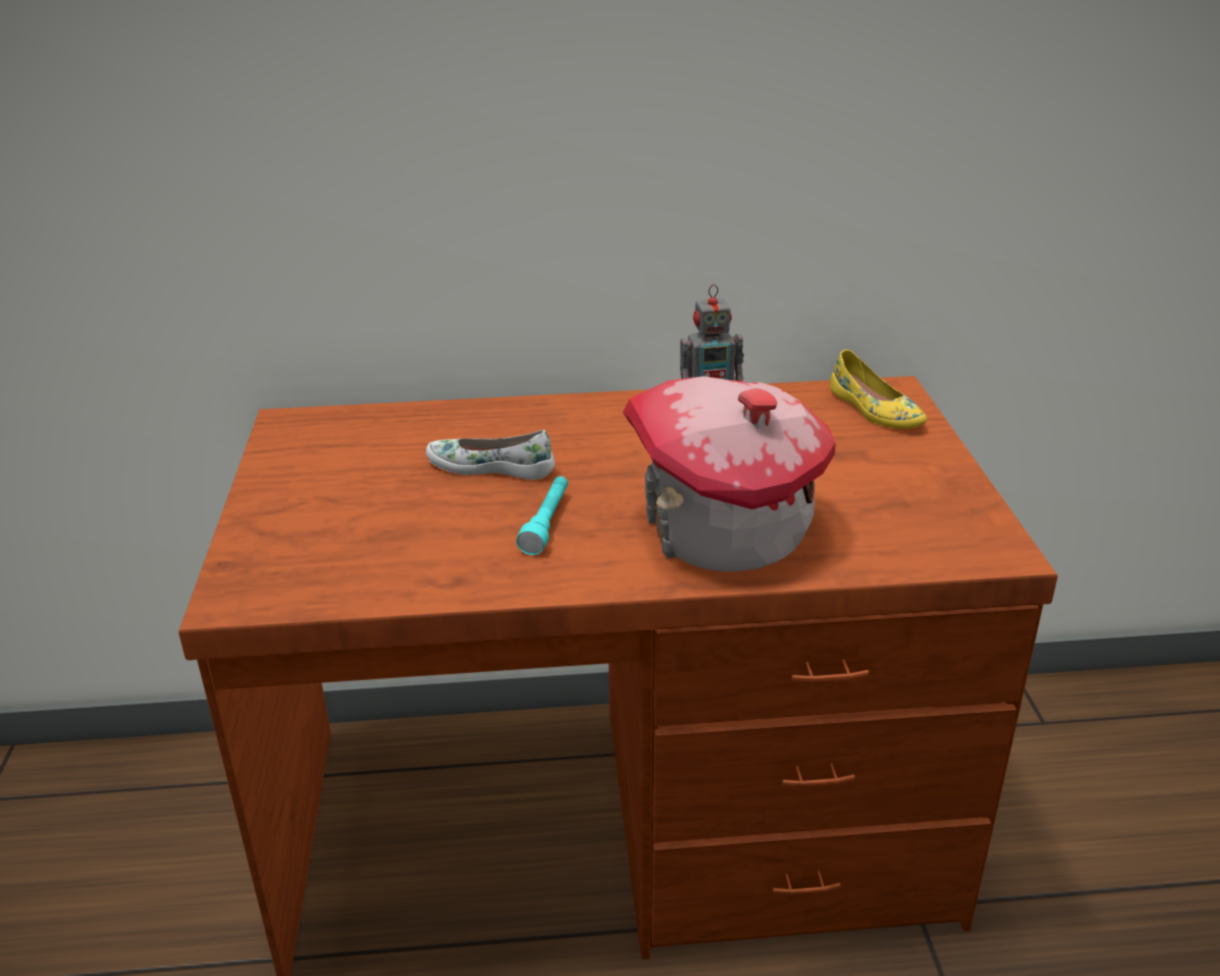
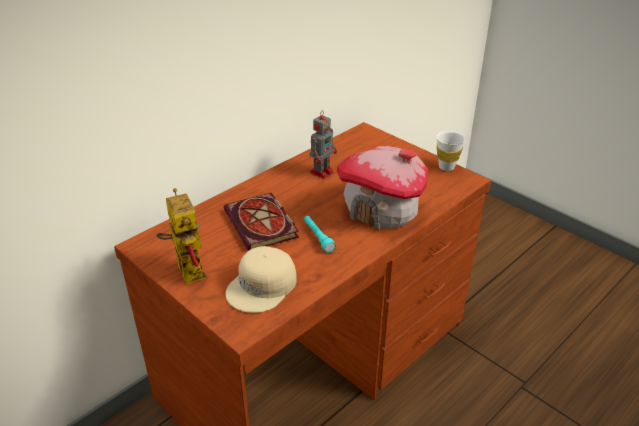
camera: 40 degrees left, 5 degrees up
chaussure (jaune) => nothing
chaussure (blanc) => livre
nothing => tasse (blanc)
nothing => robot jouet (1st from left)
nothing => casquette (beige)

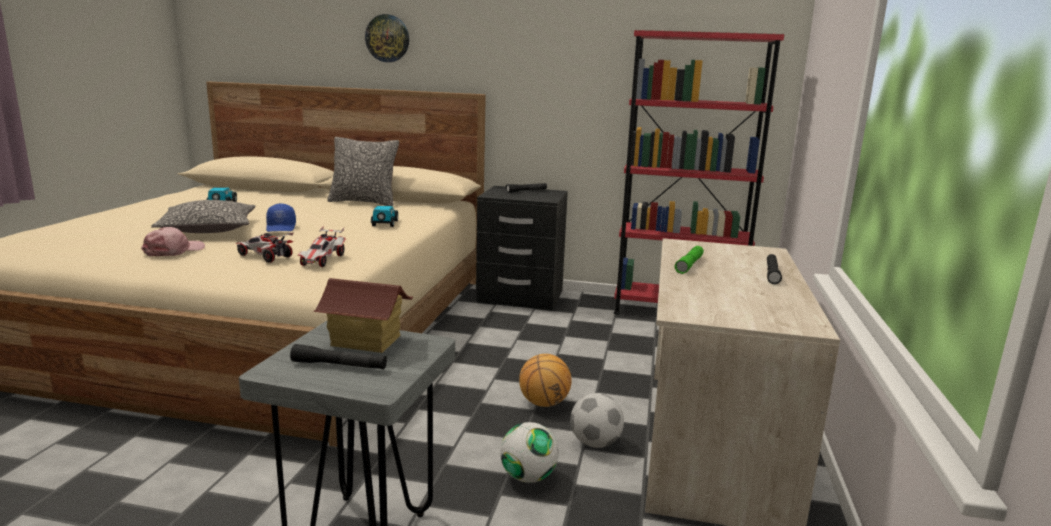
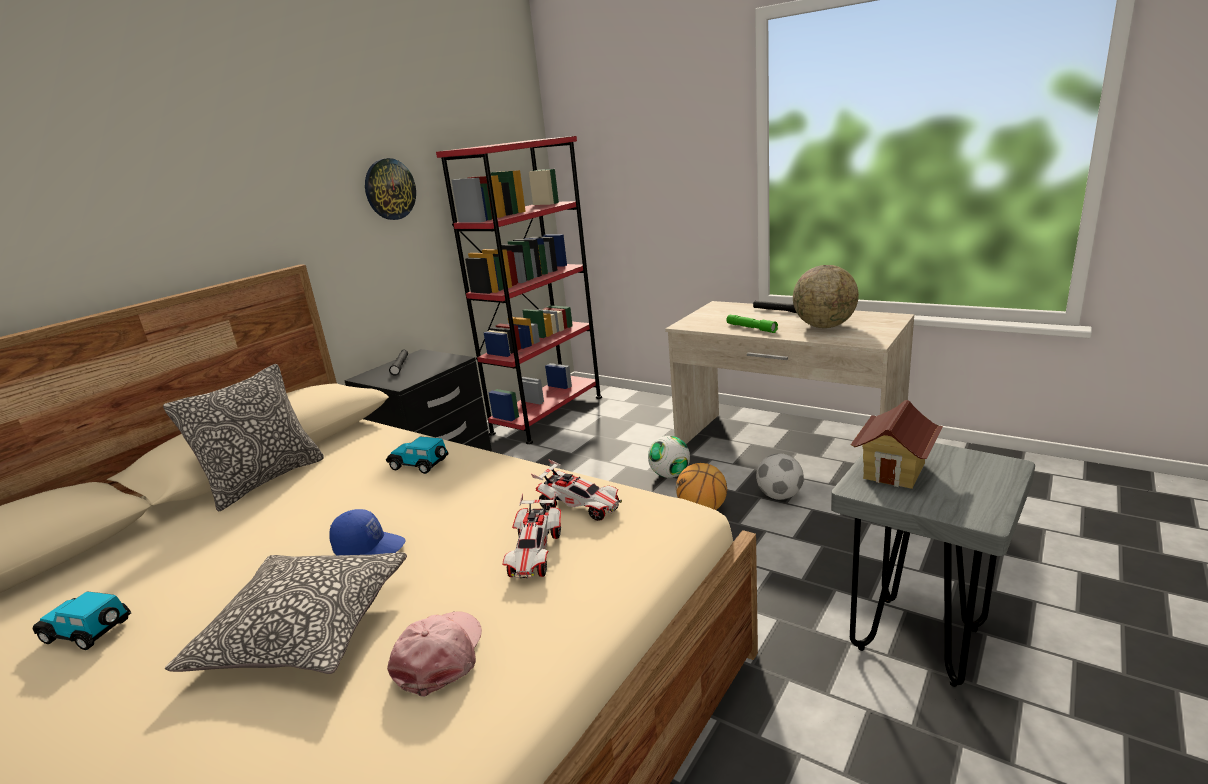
camera: 65 degrees left, 5 degrees up
horloge murale, move
casquette (rose), 45 degrees clockwise
petite voiture (2nd from left in the first image) => petite voiture (3rd from left), 45 degrees counterclockwise
lampe de poche (noir) (1st from left) => nothing
ballon de foot (1st from left), move
nothing => globe

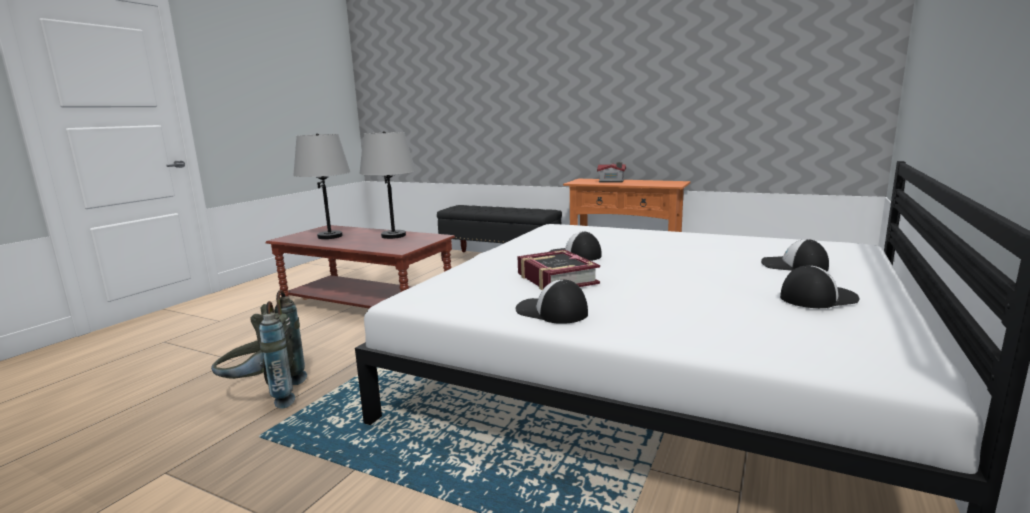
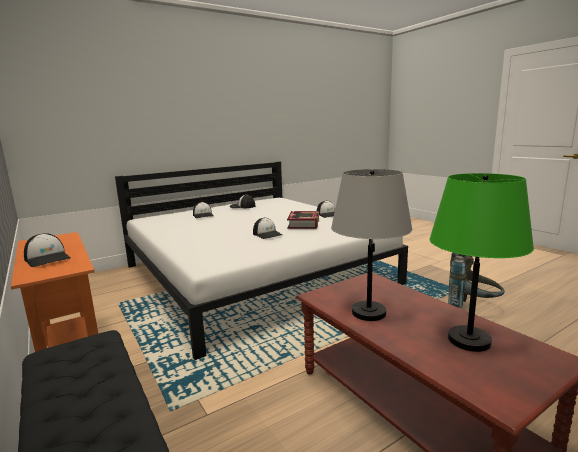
camera: 150 degrees left, 0 degrees up
lampe de table (gris) (1st from left) => lampe de table (vert)
maison miniature => casquette (1st from left)

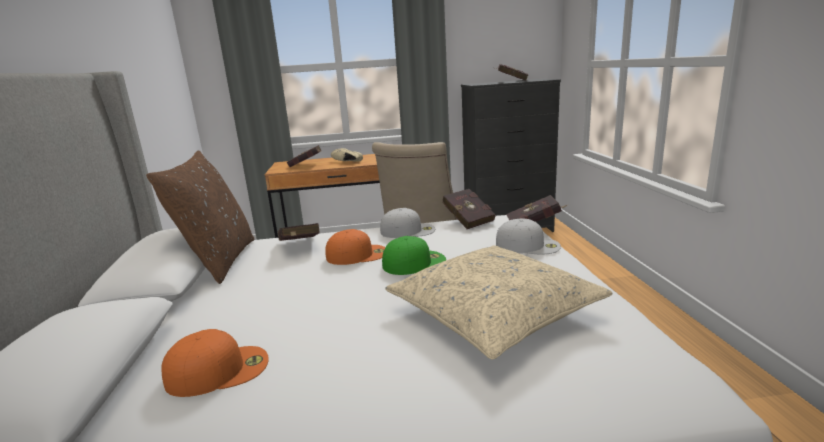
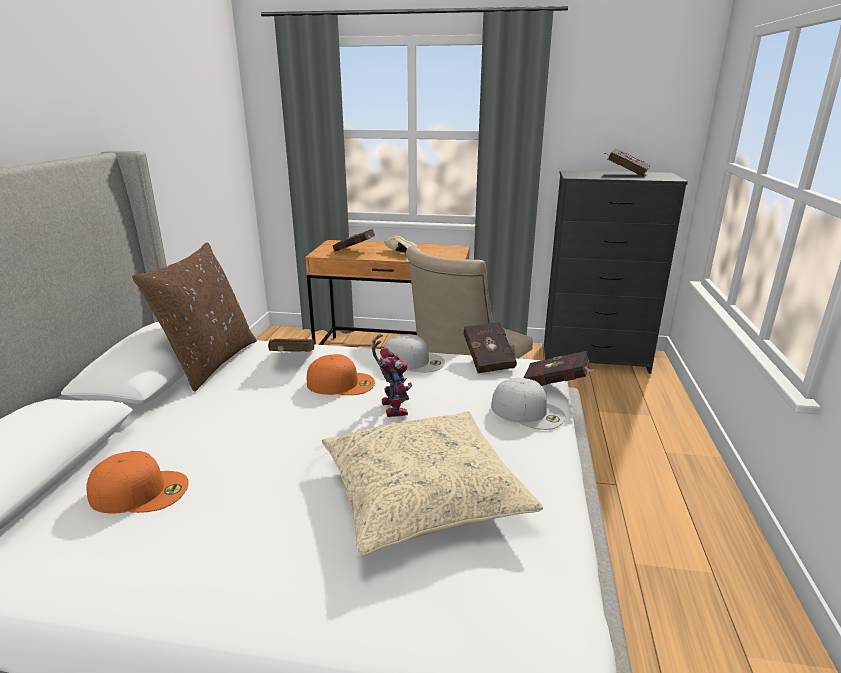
camera: 15 degrees right, 5 degrees up
casquette (vert) => robot jouet

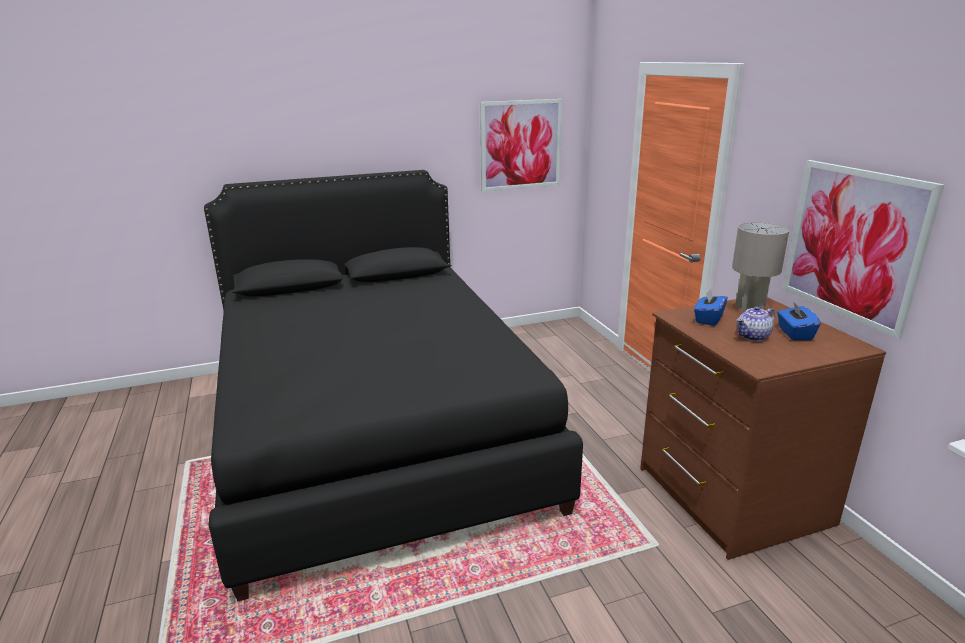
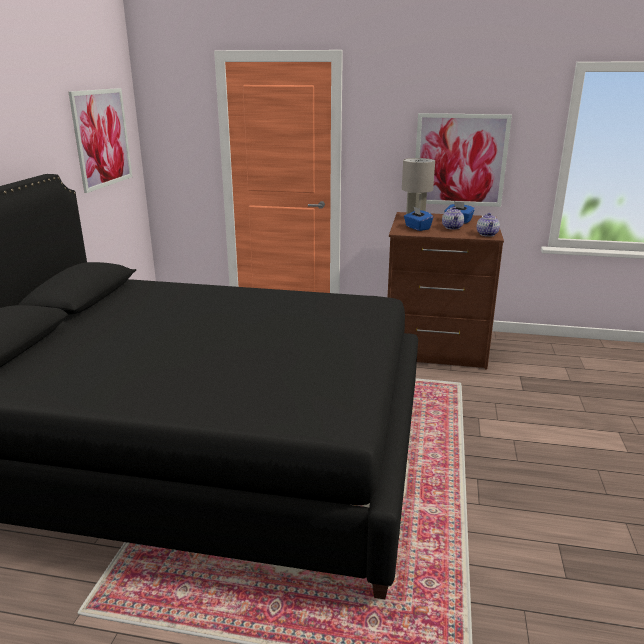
camera: 60 degrees left, 0 degrees up
nothing => théière (2nd from left)

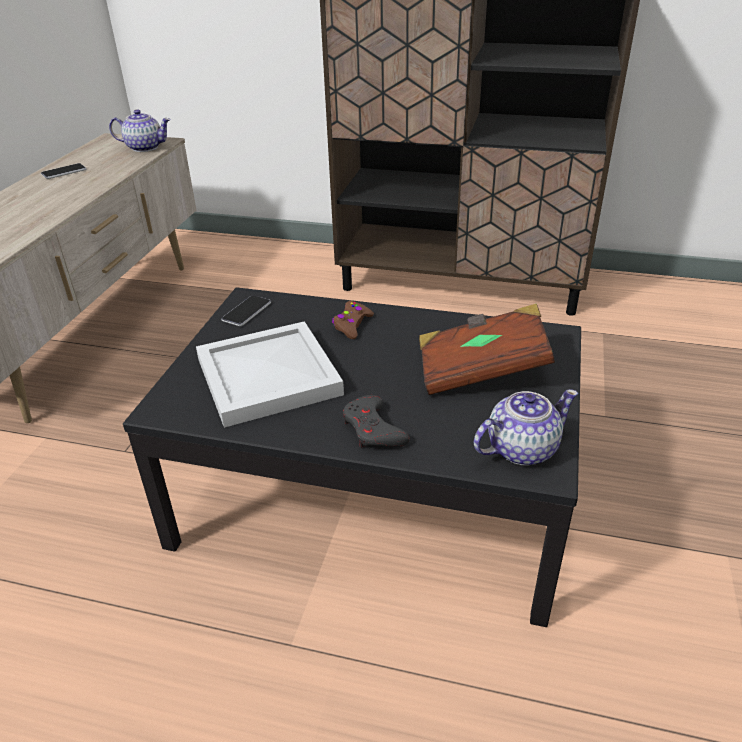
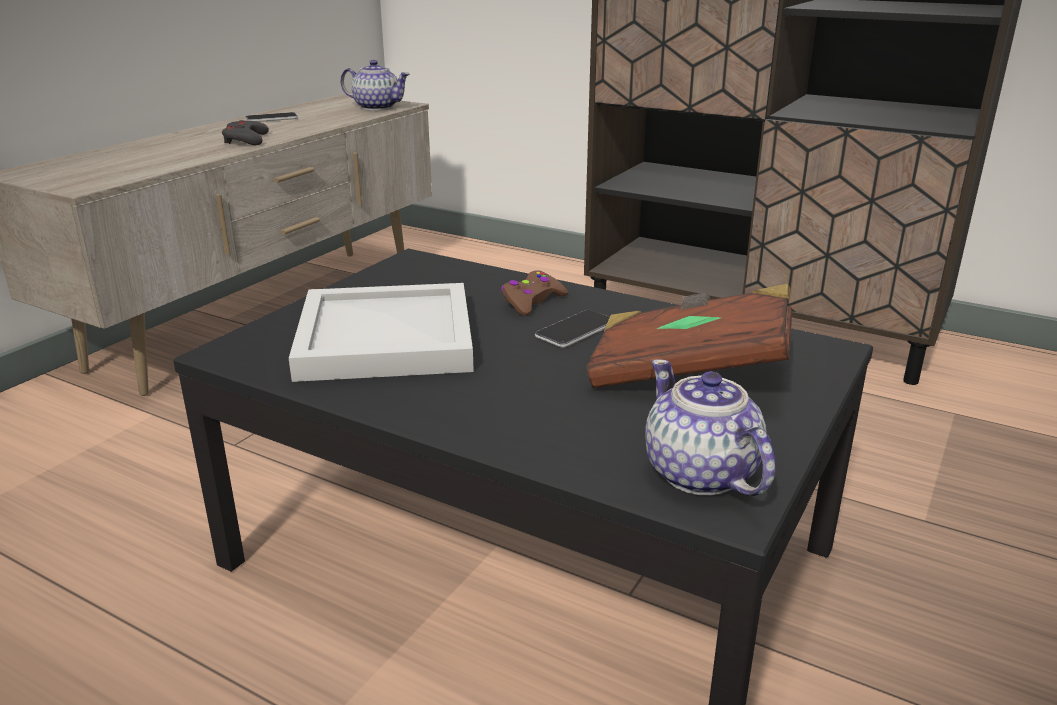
camera: 15 degrees right, 10 degrees down
téléphone (2nd from left), move
théière (2nd from left), 105 degrees counterclockwise
manette (gris), move

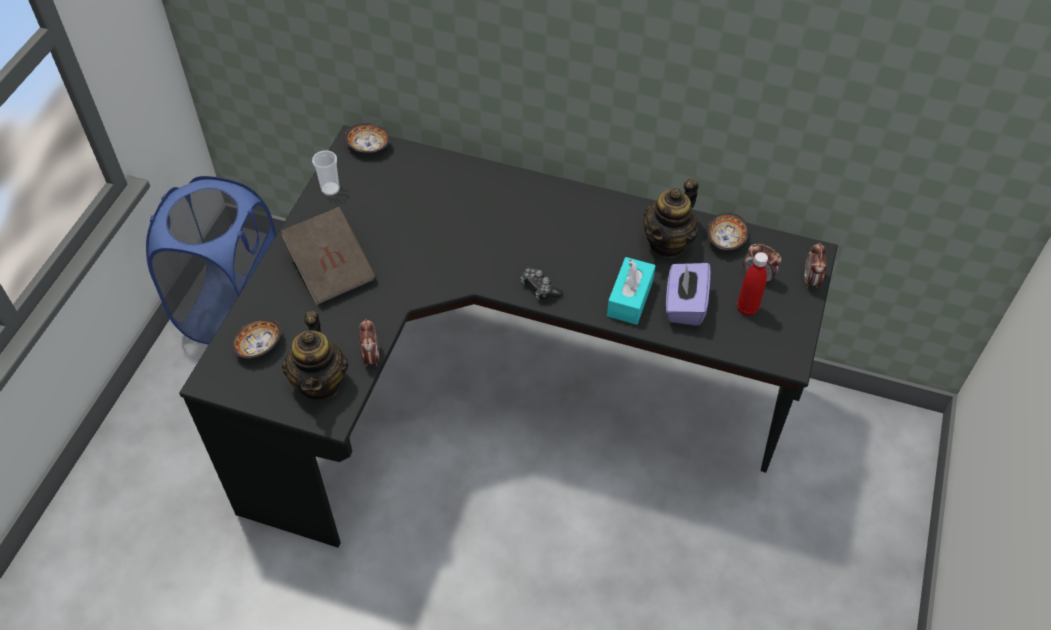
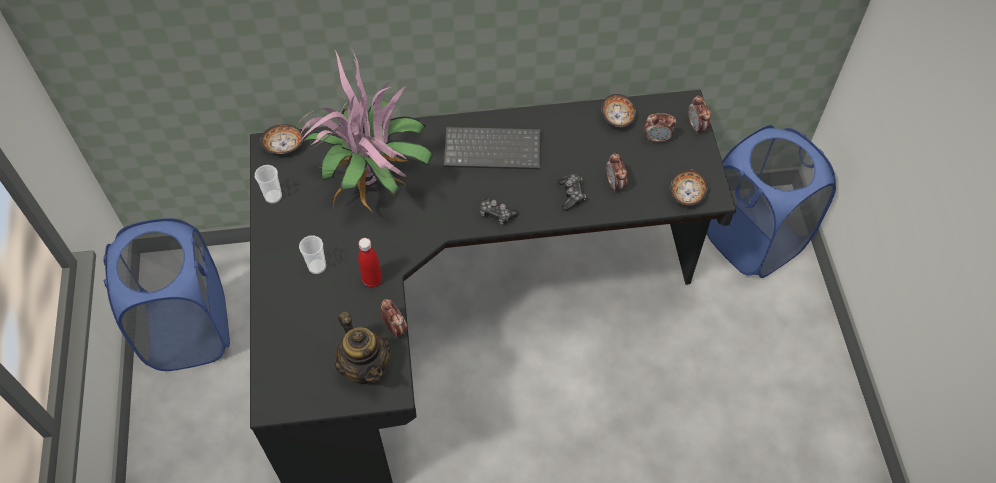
camera: 25 degrees left, 5 degrees up
théière (2nd from left) => nothing
livre (marron) => tasse (2nd from left)
bouteille (rouge), move
boîte à mouchoirs (turquoise) => manette (2nd from left)
boîte à mouchoirs (violet) => réveil (2nd from left)
bol (1st from left in the first image) => bol (3rd from left), move
nothing => plante en pot
nothing => panier à linge (bleu) (2nd from left)
nothing => clavier

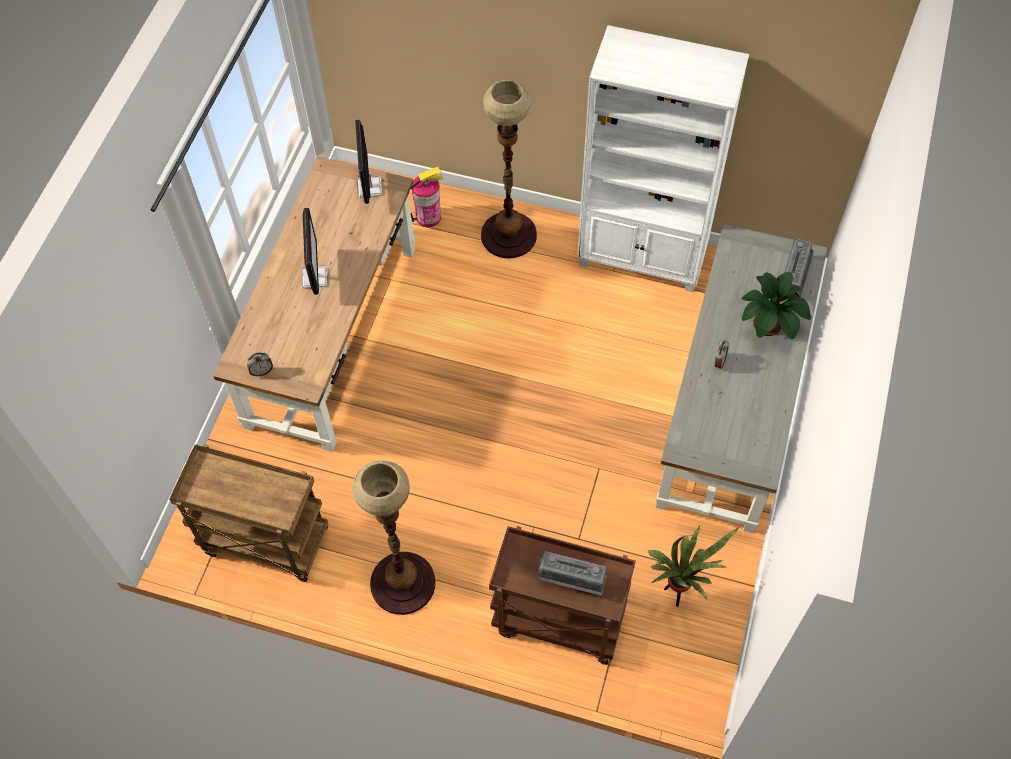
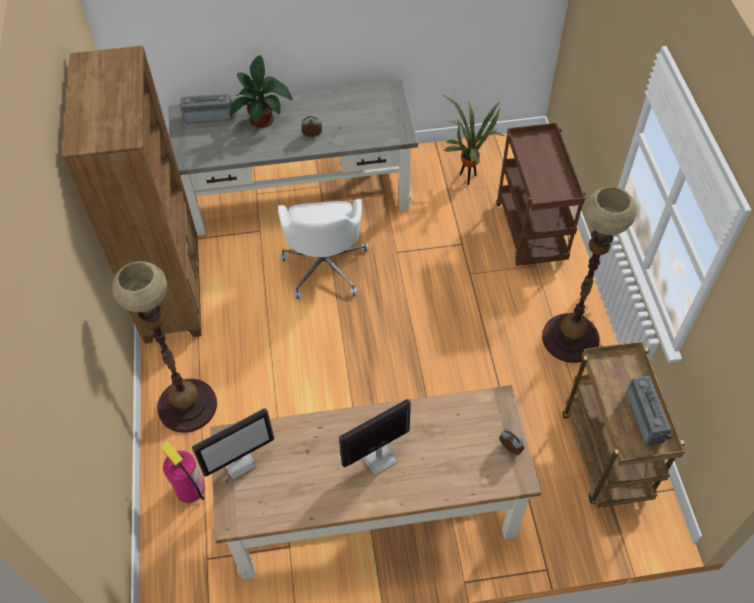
camera: 115 degrees left, 5 degrees down
bibliothèque (blanc) => bibliothèque (marron)
radio (1st from left in the first image) => radio (2nd from left), move
nothing => chaise de bureau (blanc)

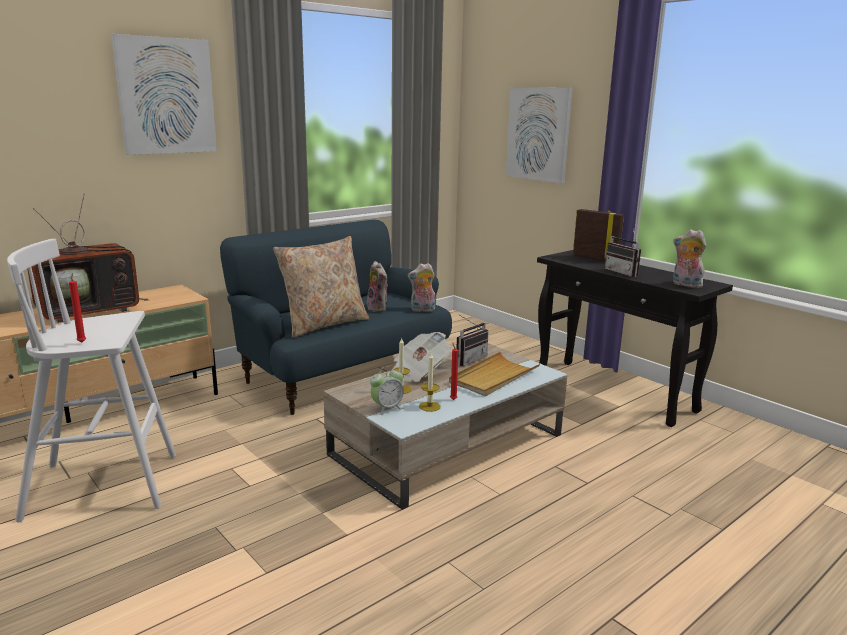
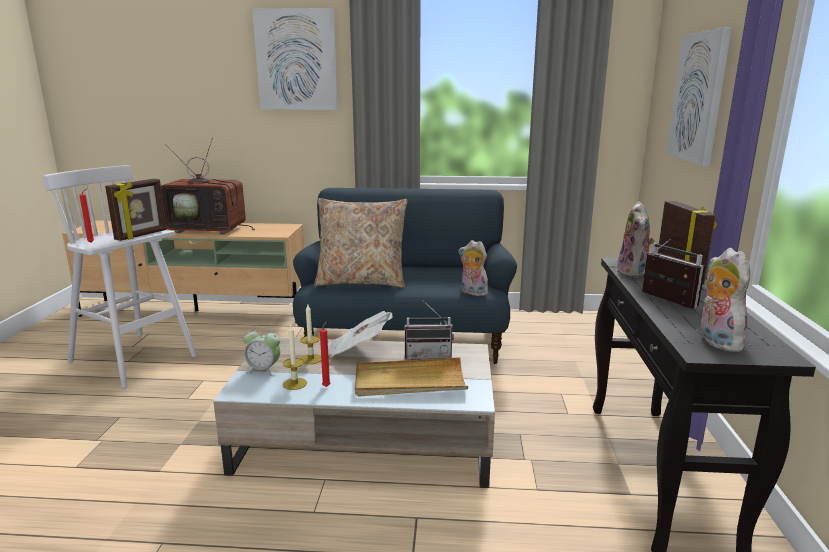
camera: 45 degrees right, 0 degrees up
radio (2nd from left), 135 degrees clockwise
peluche (1st from left in the first image) => peluche (2nd from left), move
nothing => cadre photo (1st from left)

